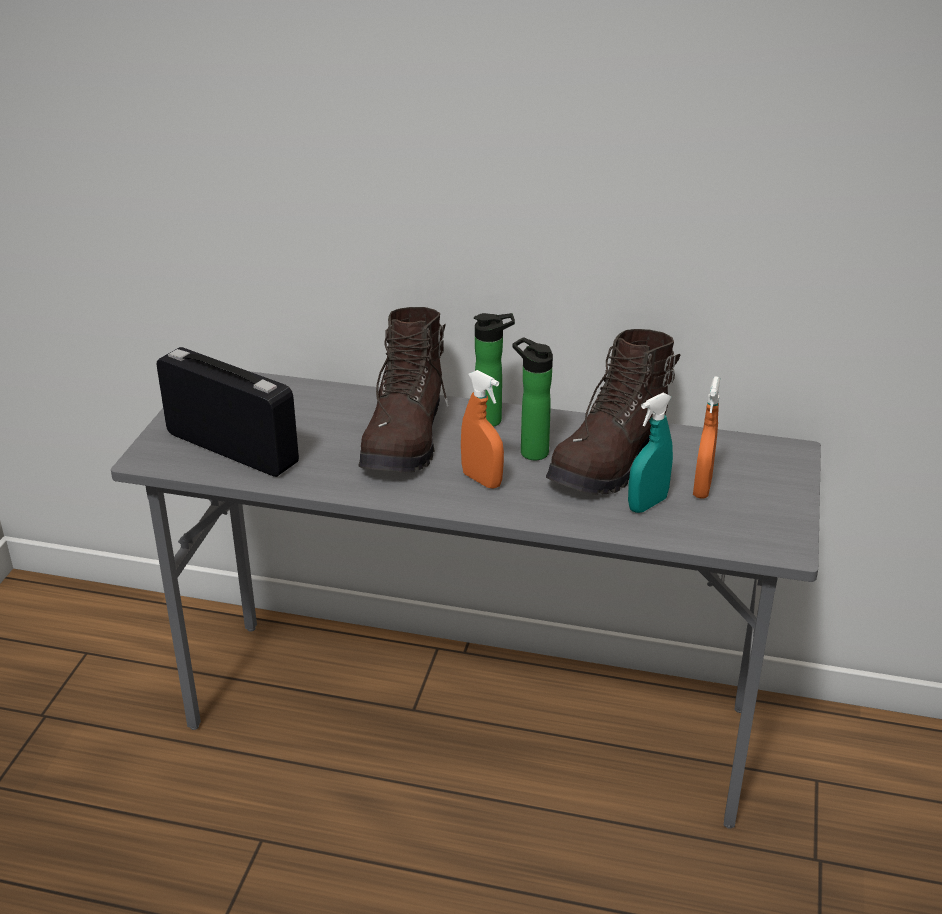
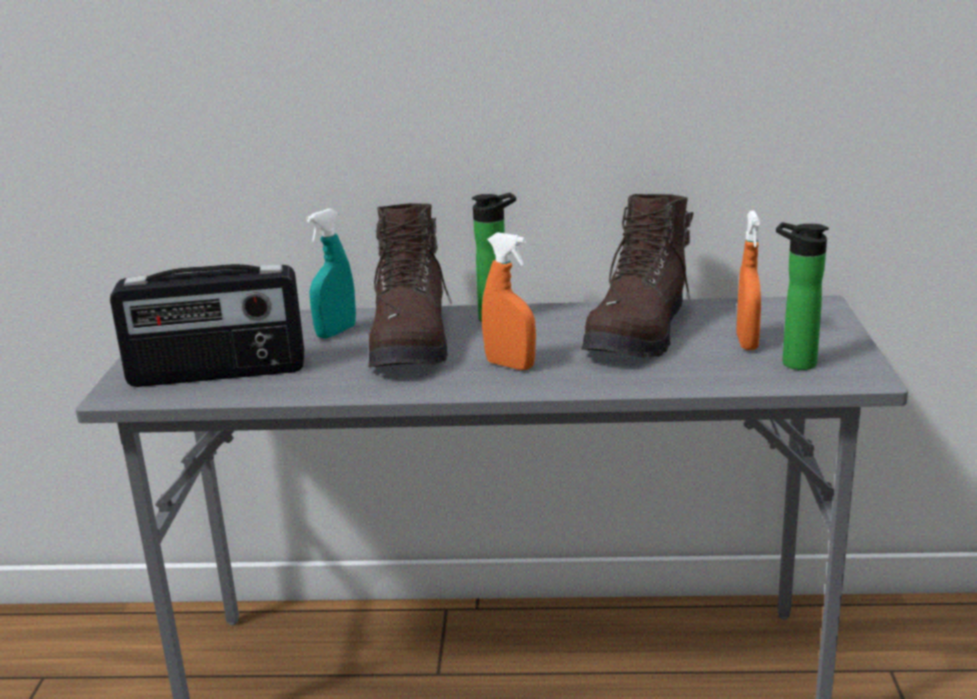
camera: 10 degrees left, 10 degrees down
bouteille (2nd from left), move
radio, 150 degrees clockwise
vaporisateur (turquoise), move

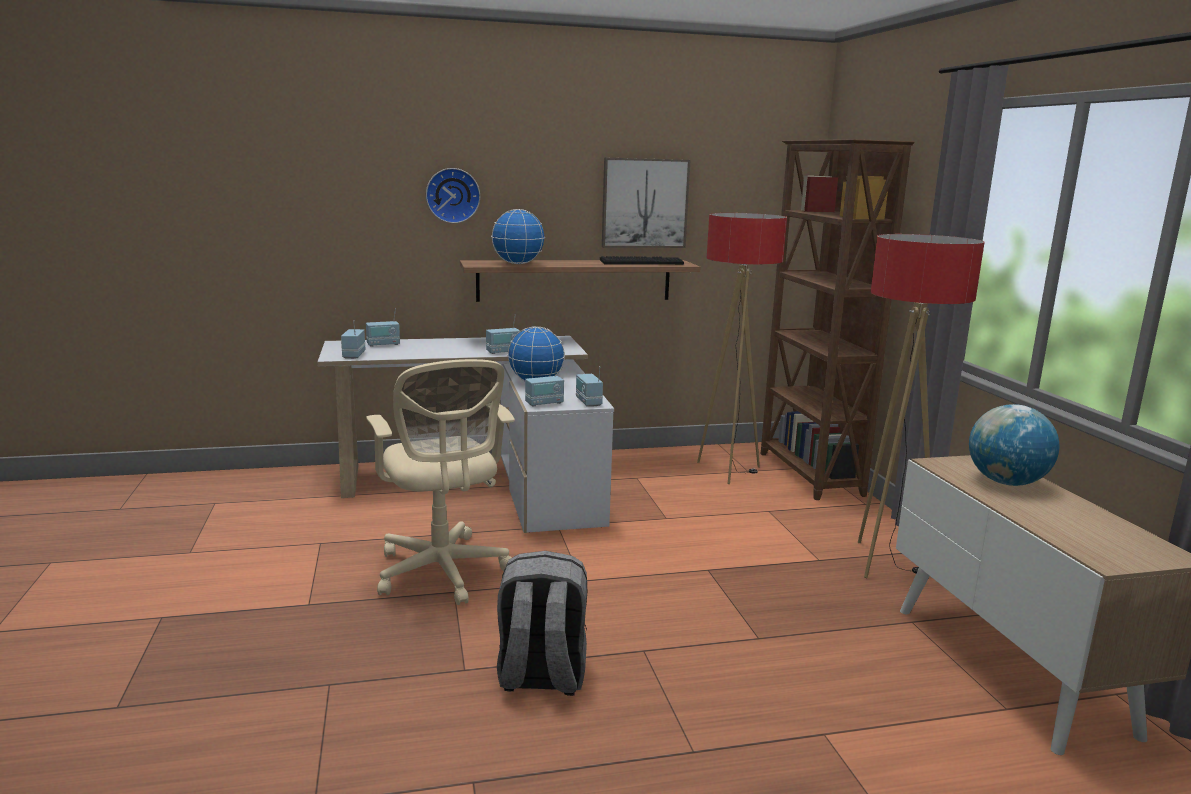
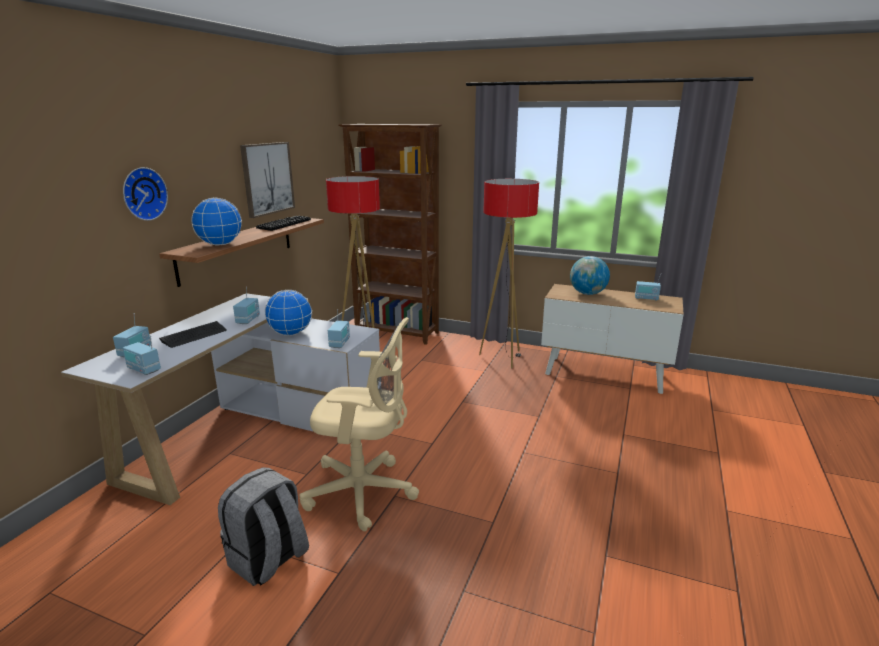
camera: 55 degrees left, 5 degrees up
radio (5th from left), move
sac à dos (gris), move
nothing => clavier (1st from left)

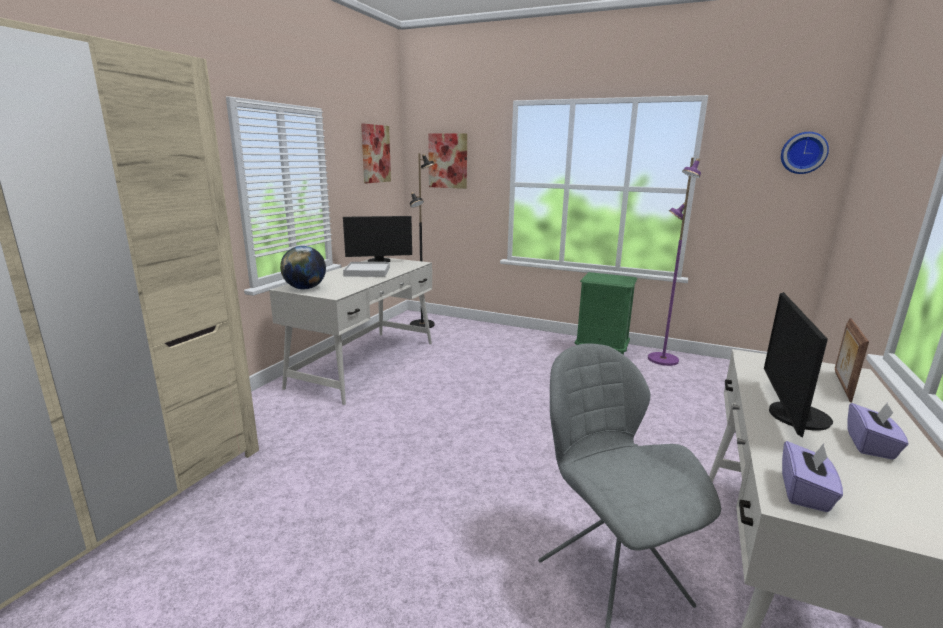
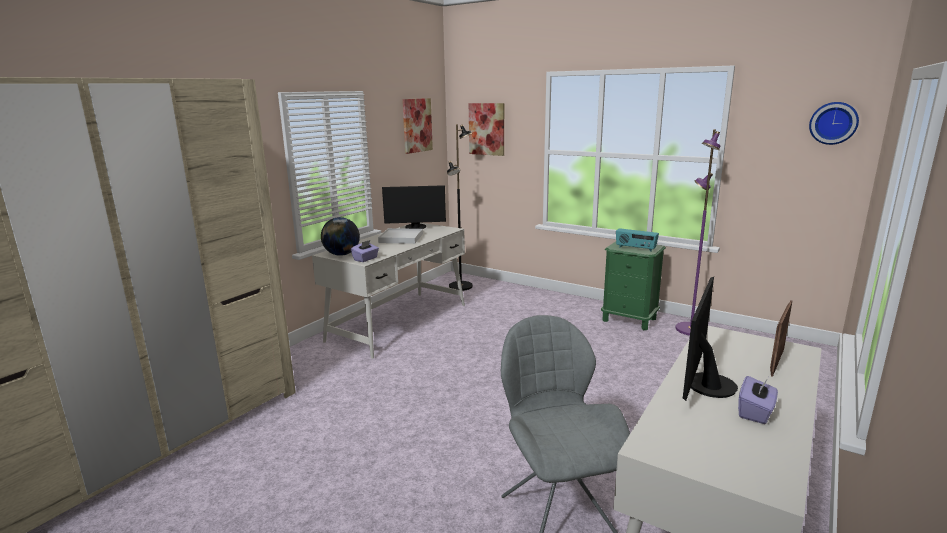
camera: 10 degrees right, 0 degrees up
boîte à mouchoirs (violet) (1st from left), move
nothing => radio

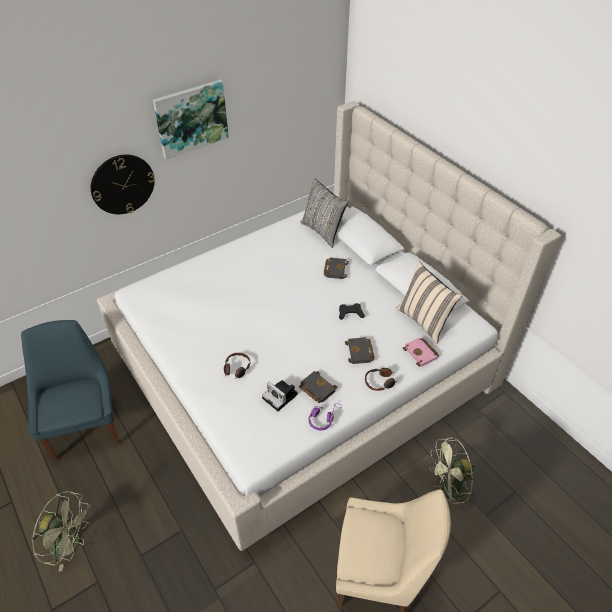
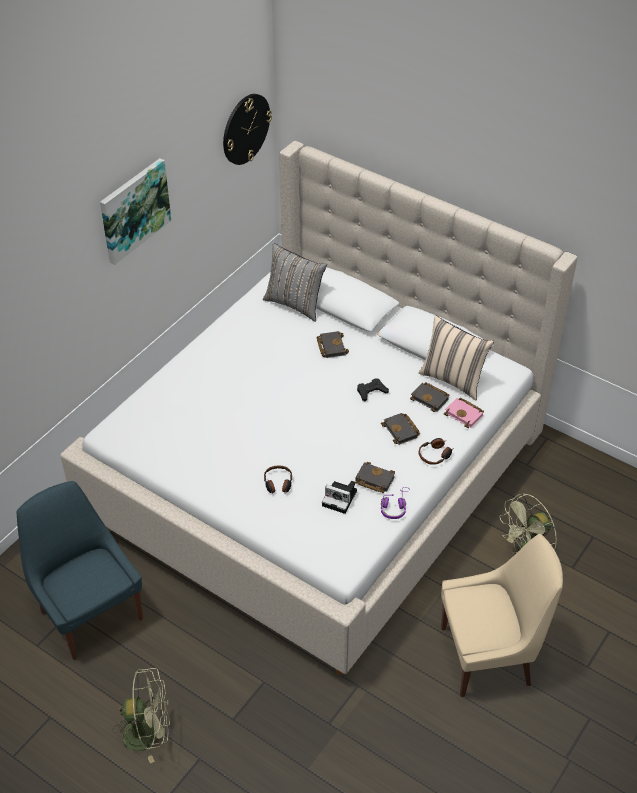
camera: 20 degrees left, 0 degrees up
horloge murale, move
nothing => livre (noir) (4th from left)

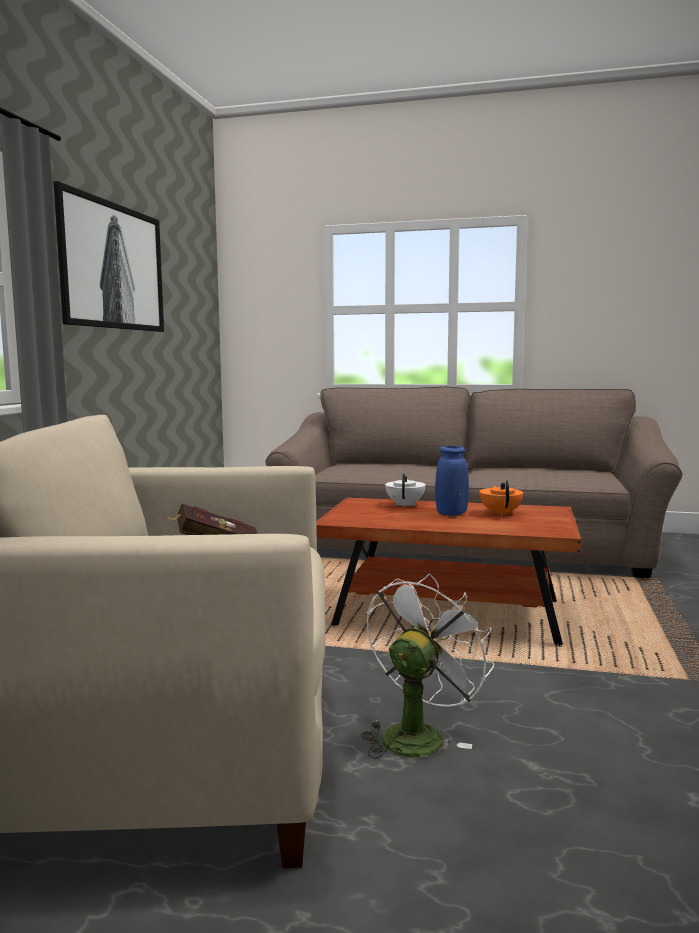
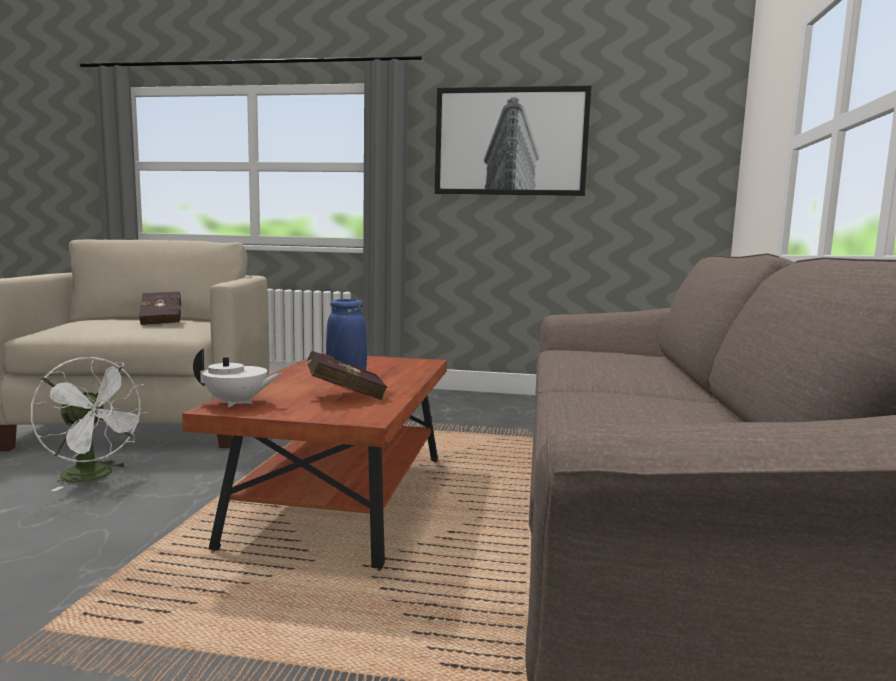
camera: 85 degrees right, 0 degrees up
théière (blanc), move
théière (orange) => livre (rouge) (2nd from left)

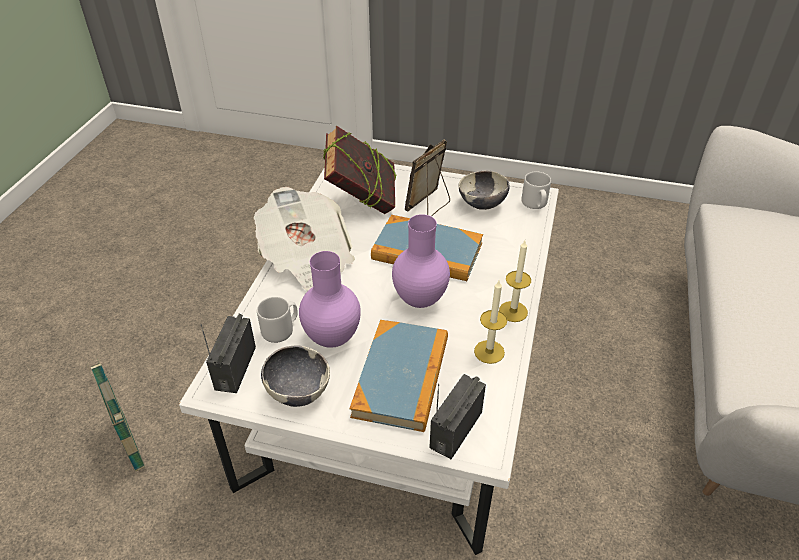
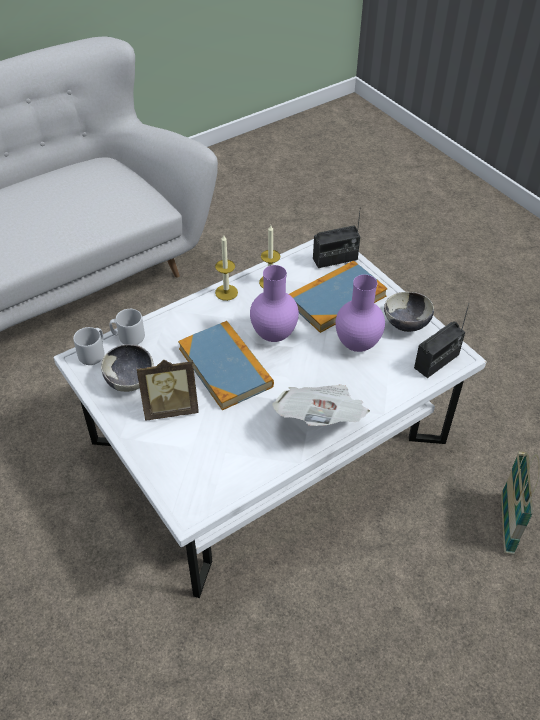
camera: 140 degrees left, 5 degrees up
livre (1st from left) => nothing
mug (gris) (1st from left in the first image) => mug (gris) (2nd from left), move

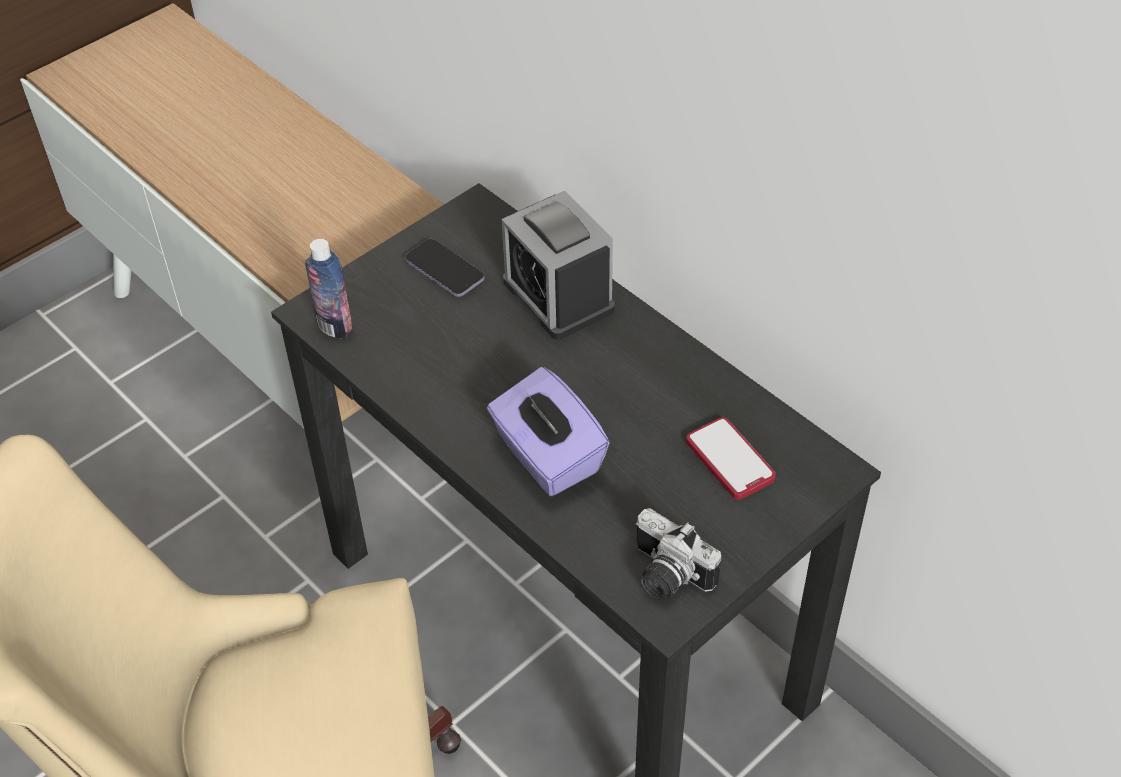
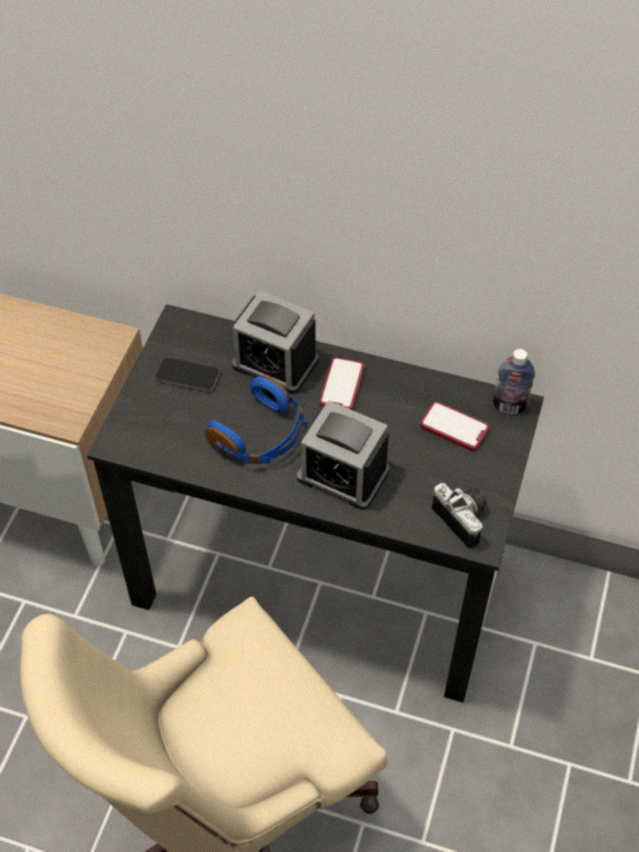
camera: 30 degrees left, 5 degrees up
bouteille, move
boîte à mouchoirs (violet) => réveil (2nd from left)
appareil photo, 135 degrees counterclockwise
nothing => téléphone (2nd from left)
nothing => casque audio (bleu)

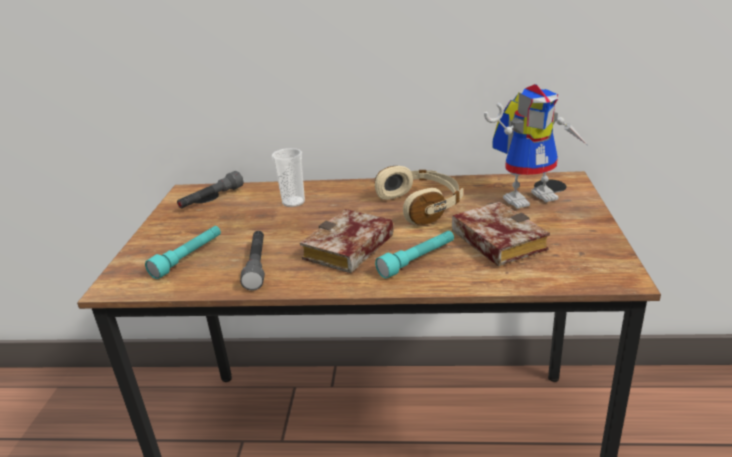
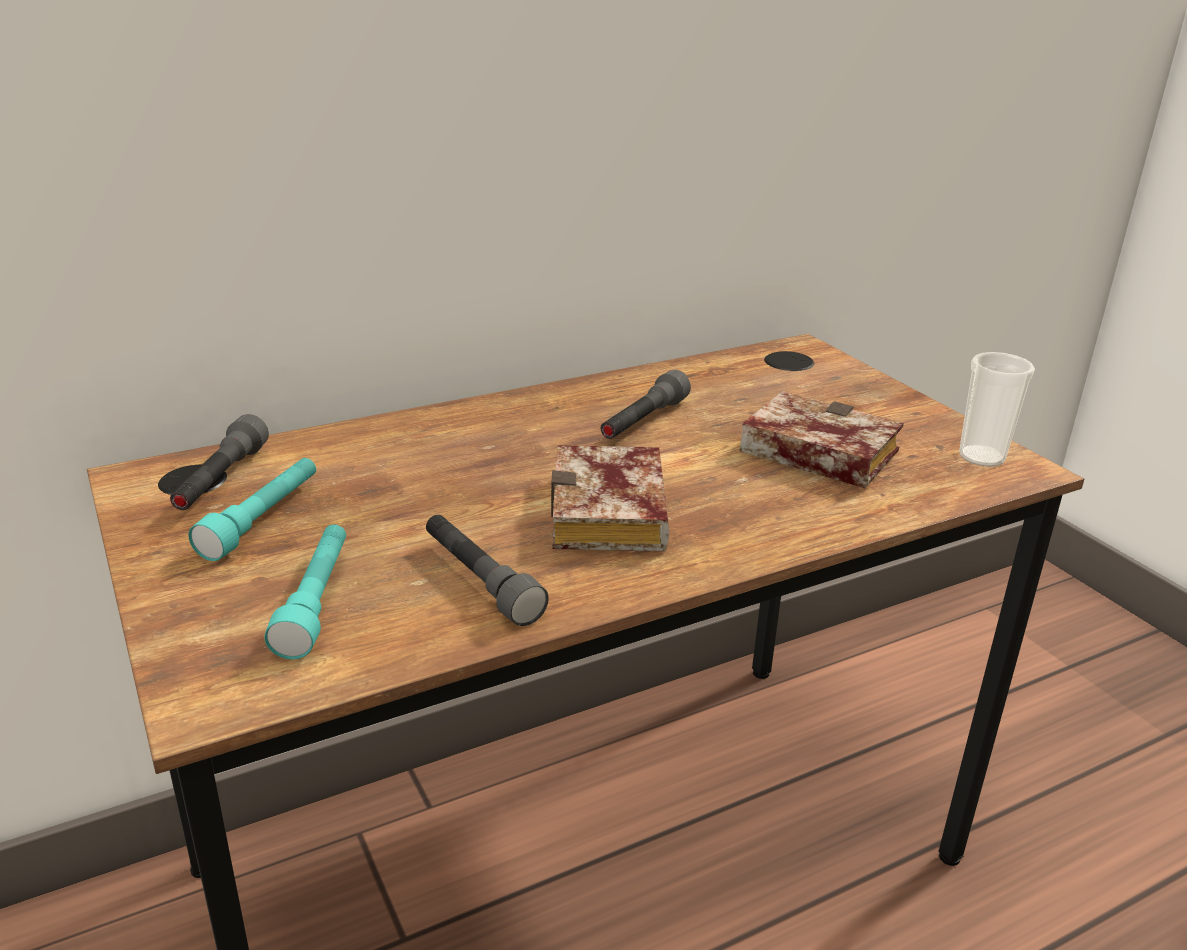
camera: 35 degrees left, 0 degrees up
robot jouet => nothing
tasse, move
casque audio (beige) => lampe de poche (gris) (3rd from left)
lampe de poche (turquoise) (2nd from left in the first image) => lampe de poche (turquoise) (1st from left), move

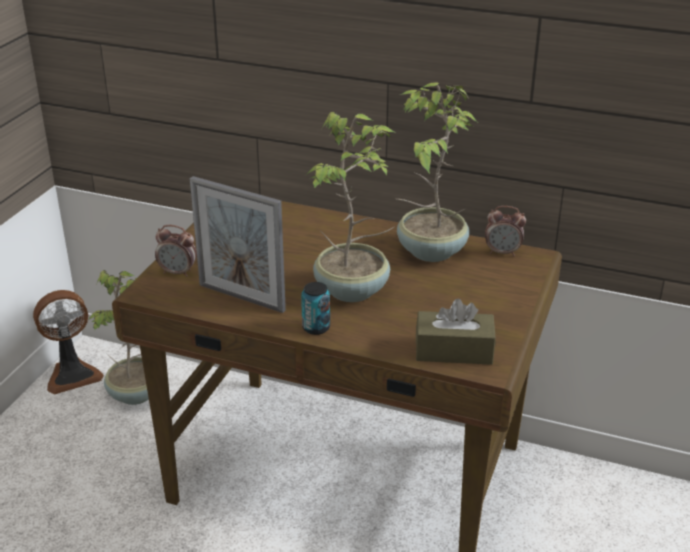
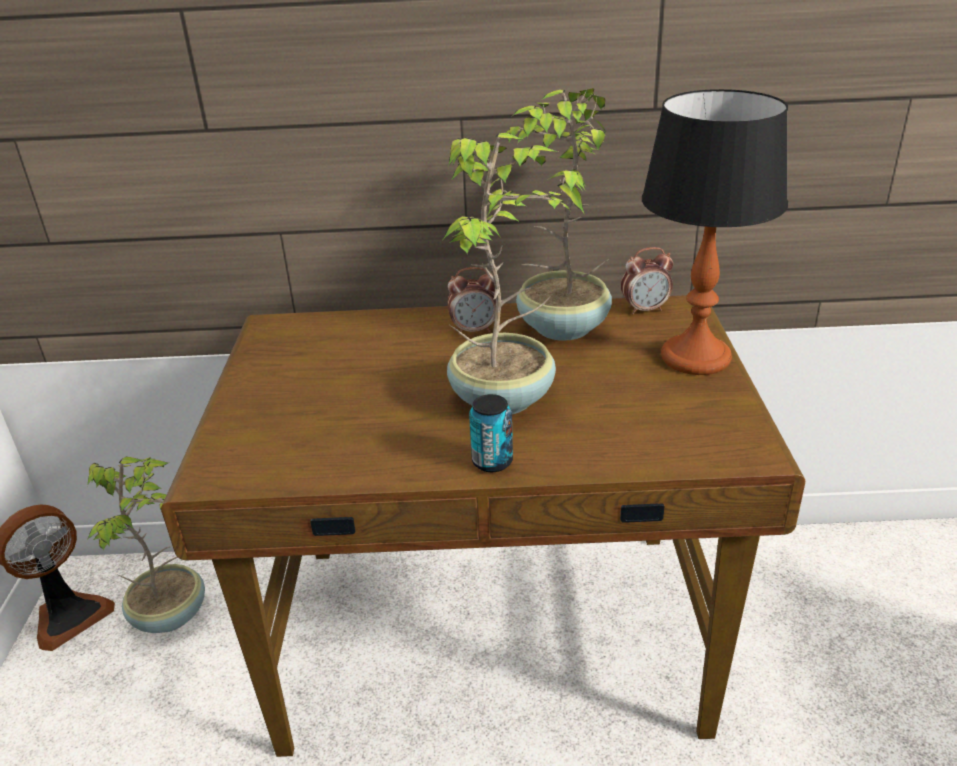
camera: 20 degrees left, 0 degrees up
cadre photo => nothing
réveil (1st from left), move
boîte à mouchoirs (marron) => nothing
nothing => lampe de table

